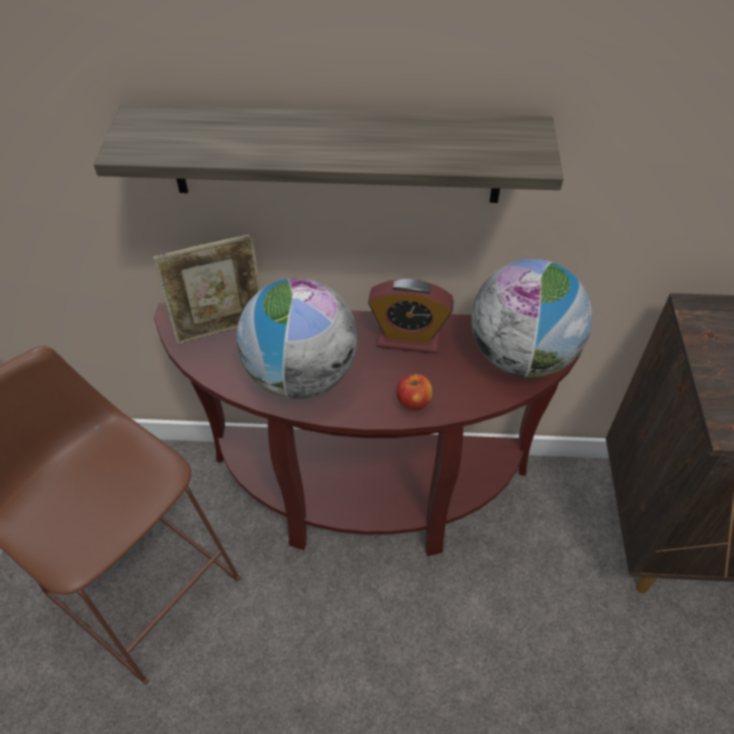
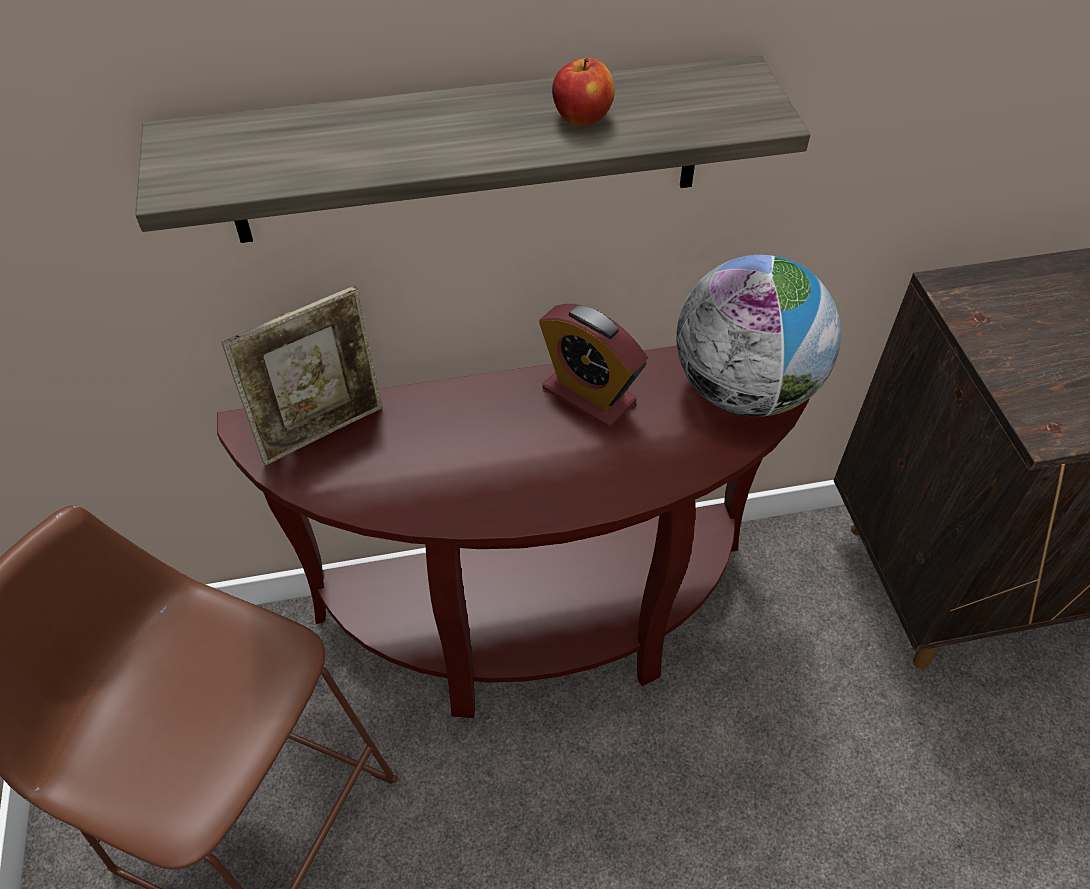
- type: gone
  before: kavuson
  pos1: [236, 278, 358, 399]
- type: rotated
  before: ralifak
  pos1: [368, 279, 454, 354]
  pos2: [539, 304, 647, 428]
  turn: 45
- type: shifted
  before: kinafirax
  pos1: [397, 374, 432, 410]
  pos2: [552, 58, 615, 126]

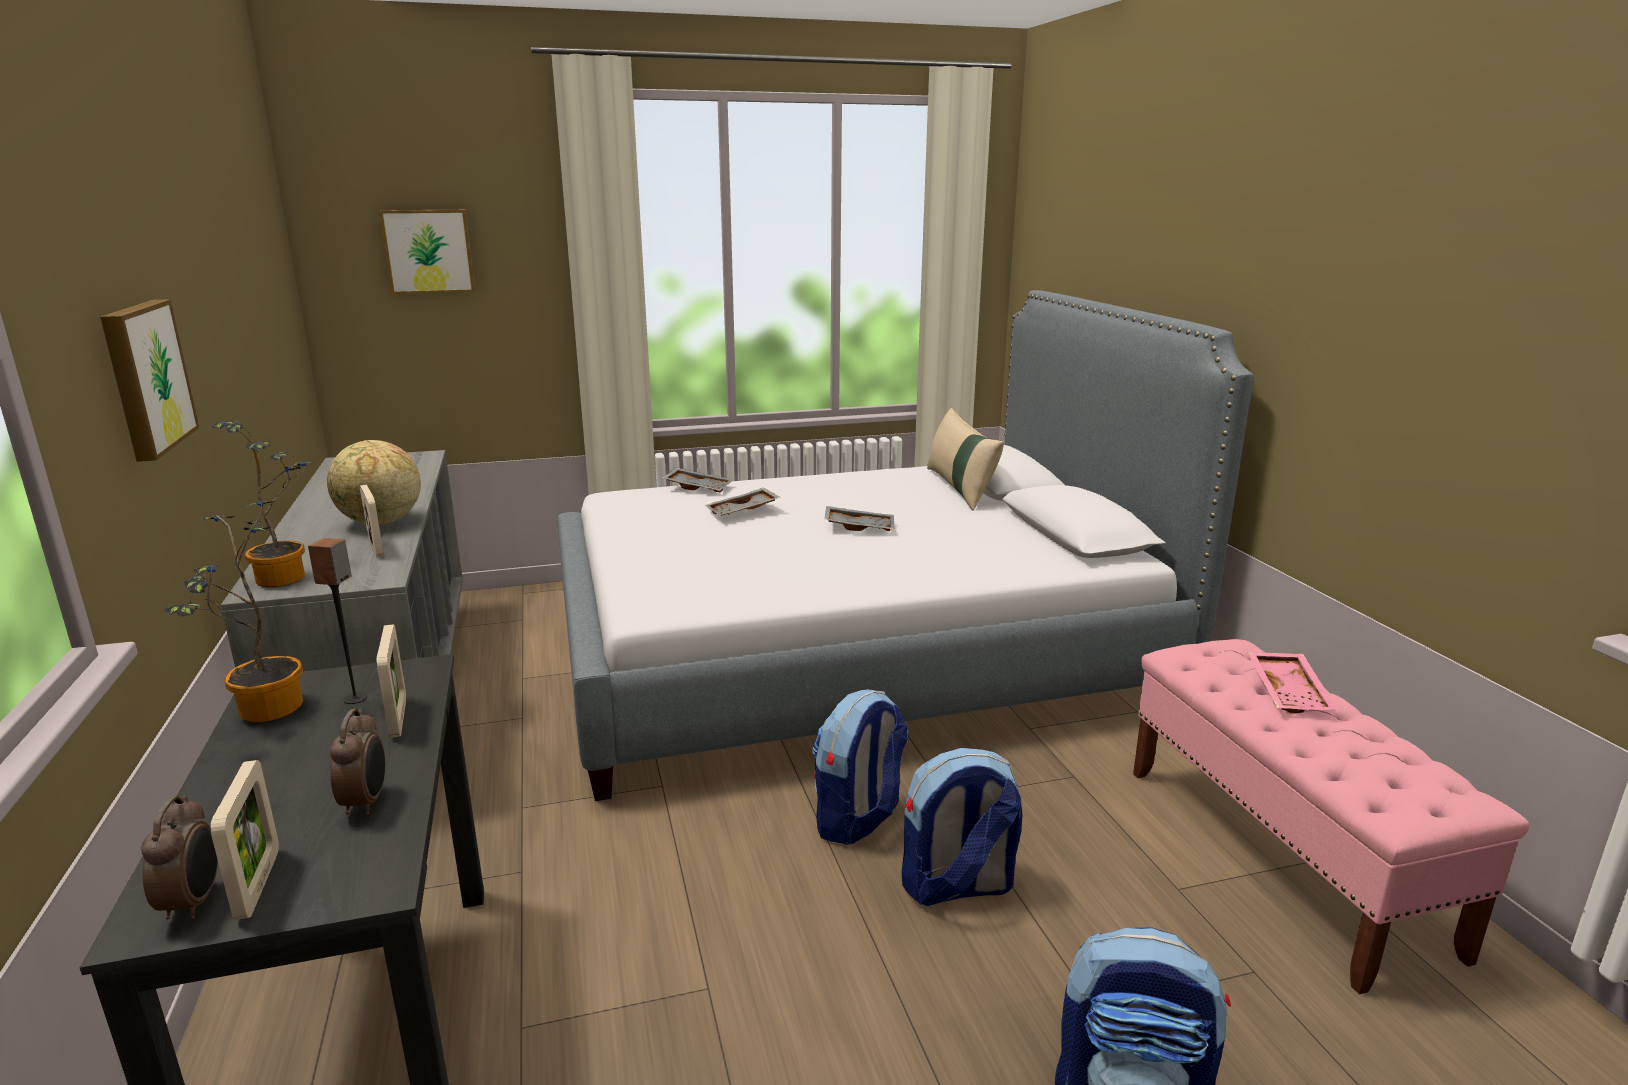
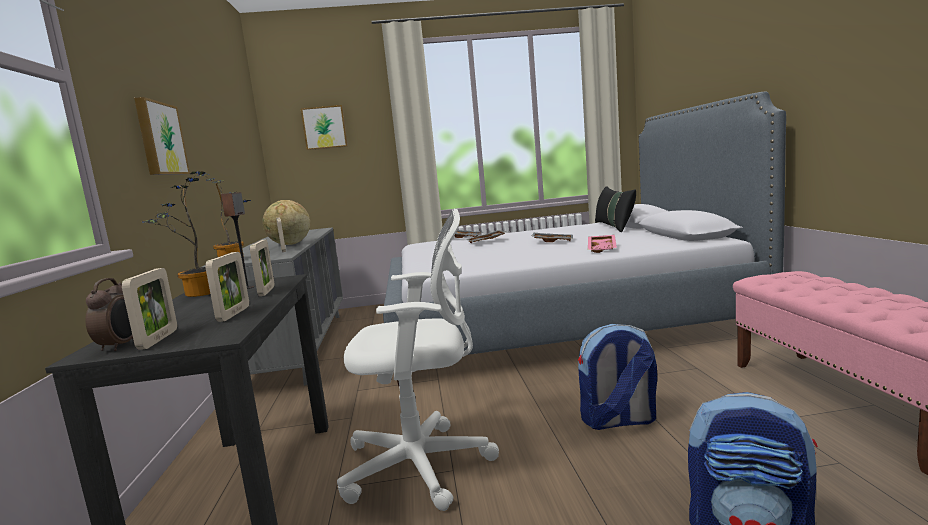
- type: repainted
  before: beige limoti
  after: black limoti
  pos1: [927, 408, 1004, 510]
  pos2: [595, 186, 636, 232]
- type: shifted
  before: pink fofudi
  pos1: [1248, 652, 1338, 713]
  pos2: [588, 235, 617, 253]
- type: gone
  before: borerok
  pos1: [812, 689, 908, 845]
- type: swapped
  before: ralifak
  after: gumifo
  pos1: [330, 709, 385, 815]
  pos2: [205, 252, 249, 322]
- type: new
  after: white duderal
  pos2: [337, 209, 499, 511]

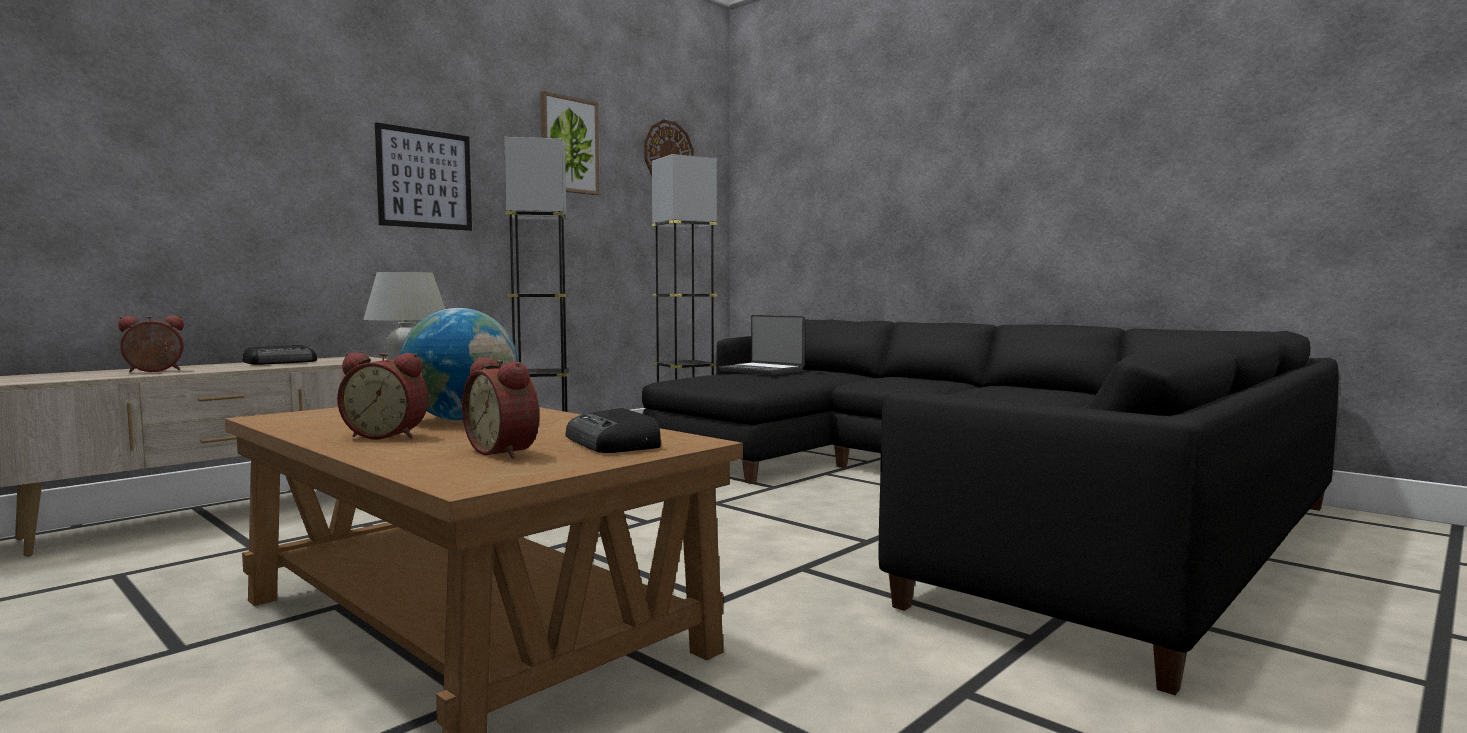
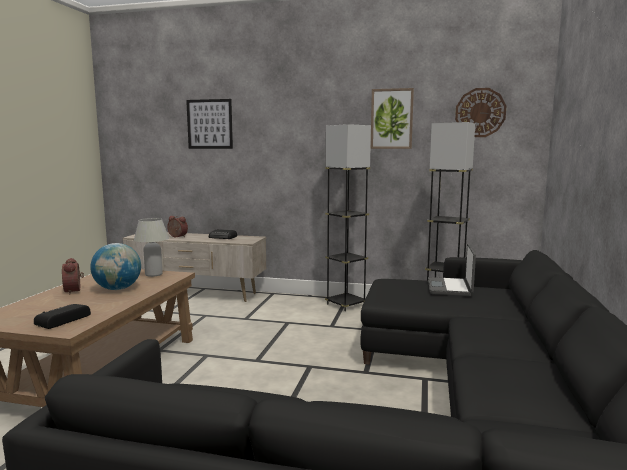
- type: shifted
  before: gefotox
  pos1: [375, 122, 472, 231]
  pos2: [186, 99, 233, 149]
- type: gone
  before: ralifak
  pos1: [462, 357, 539, 458]

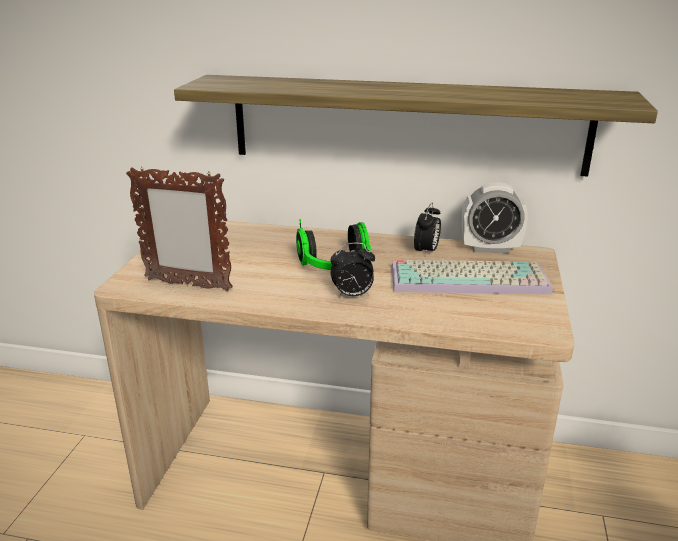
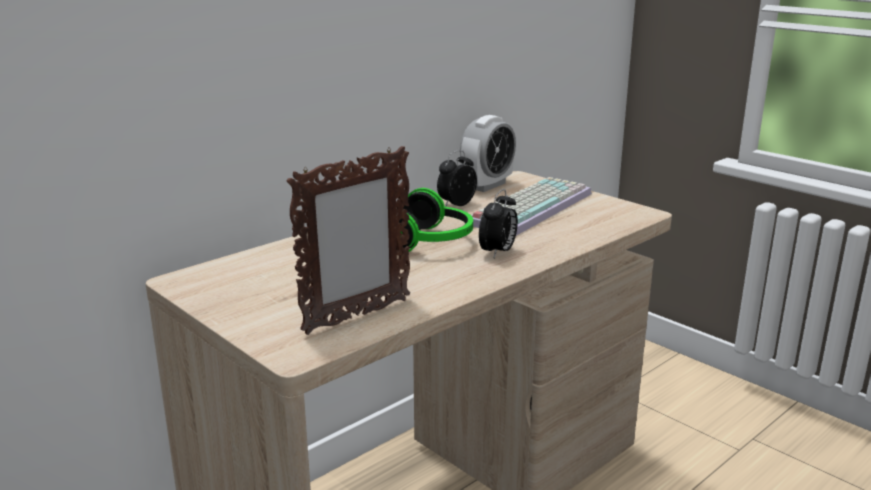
- type: gone
  before: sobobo
  pos1: [174, 75, 658, 177]
- type: rotated
  before: ralifak
  pos1: [414, 202, 441, 256]
  pos2: [437, 150, 477, 207]
  turn: -105

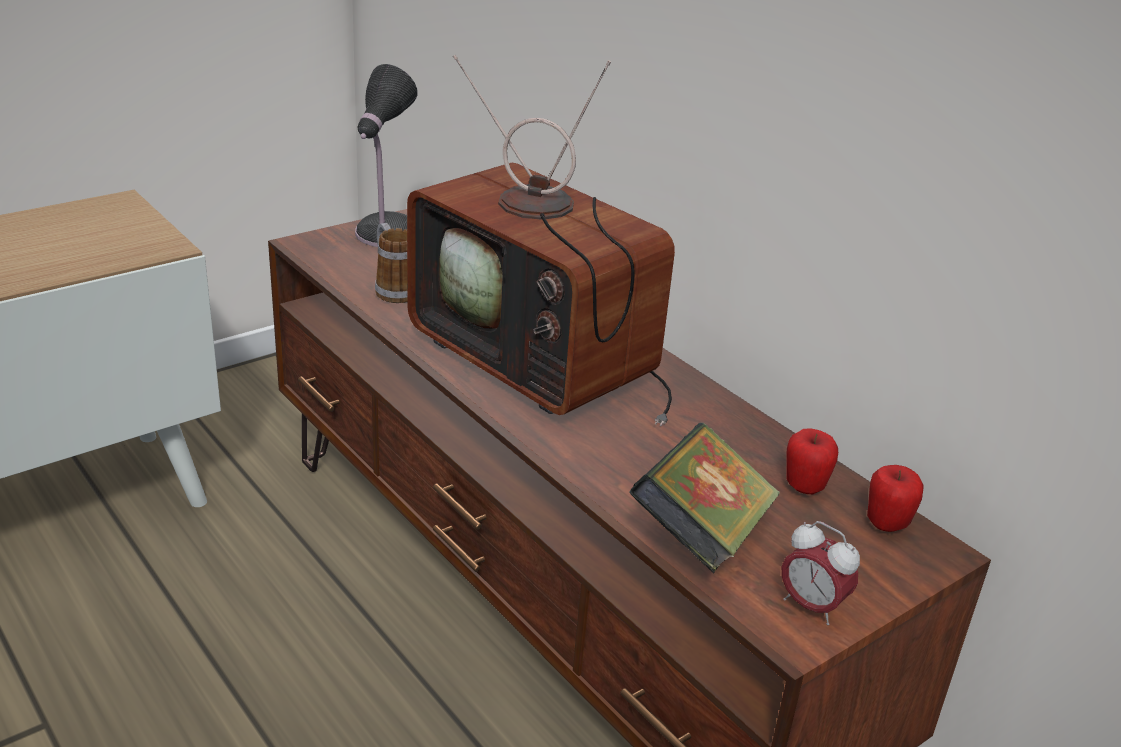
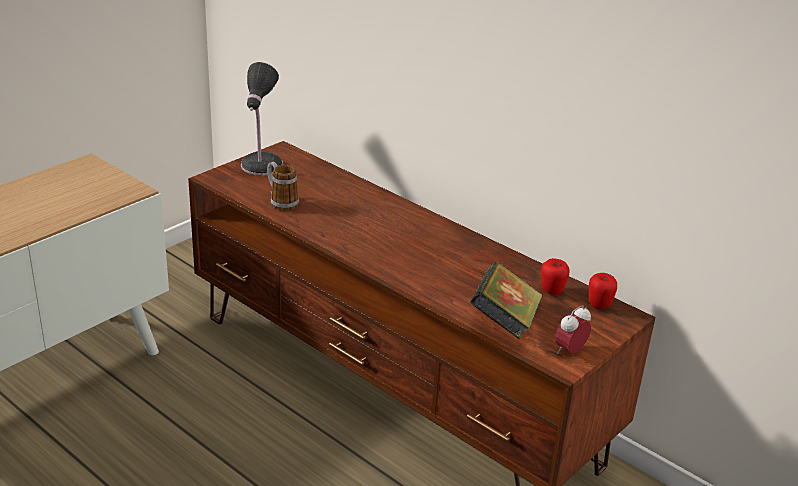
- type: gone
  before: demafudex
  pos1: [407, 55, 675, 426]
- type: rotated
  before: ralifak
  pos1: [782, 521, 860, 625]
  pos2: [555, 305, 591, 354]
  turn: 105

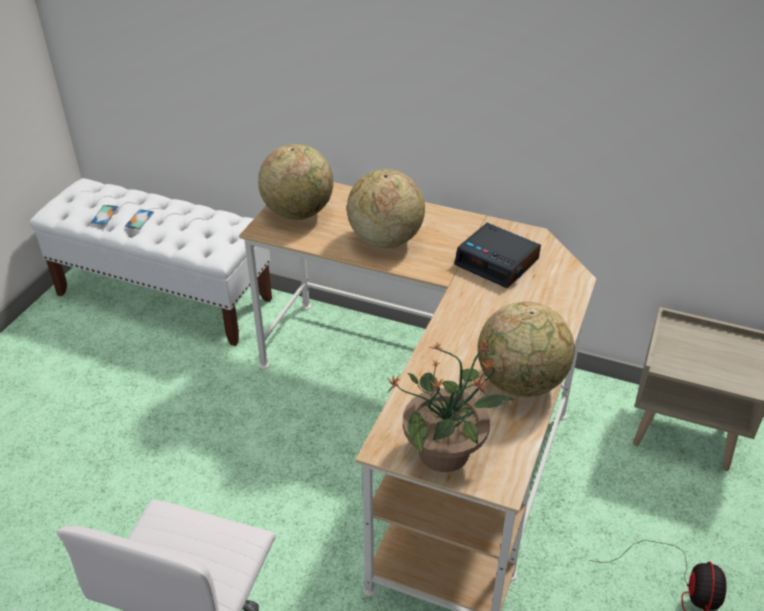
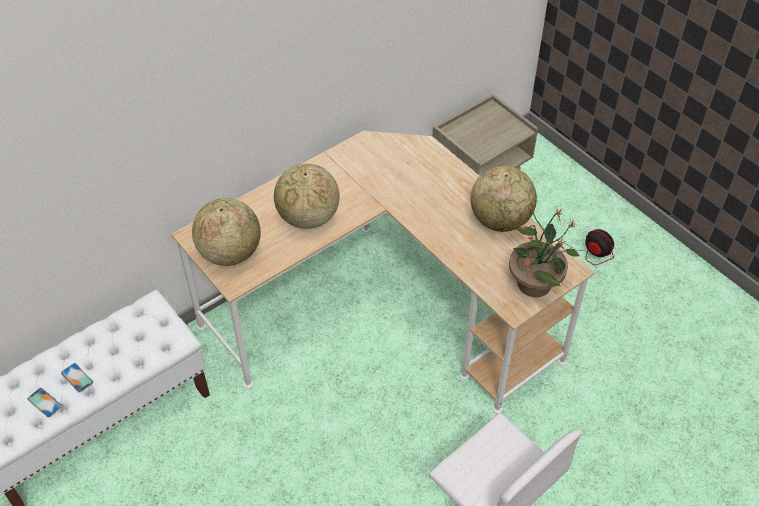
- type: gone
  before: ralifak
  pos1: [454, 223, 541, 288]

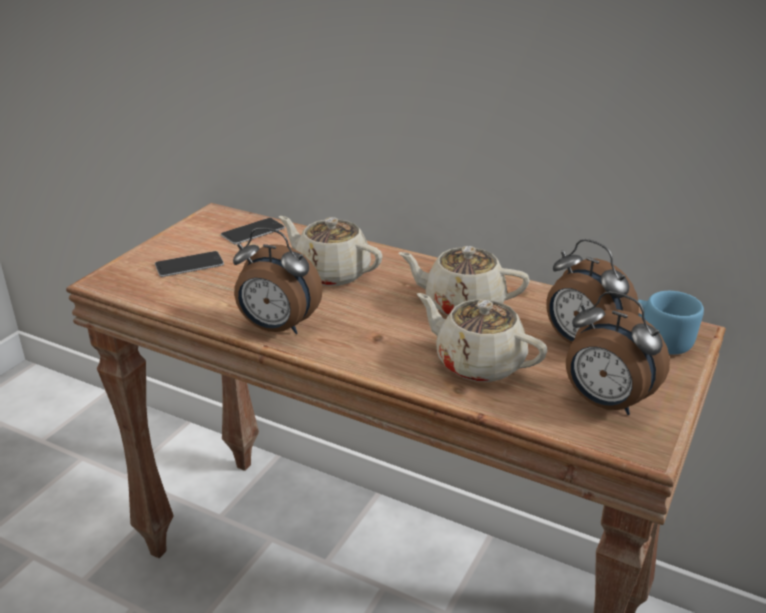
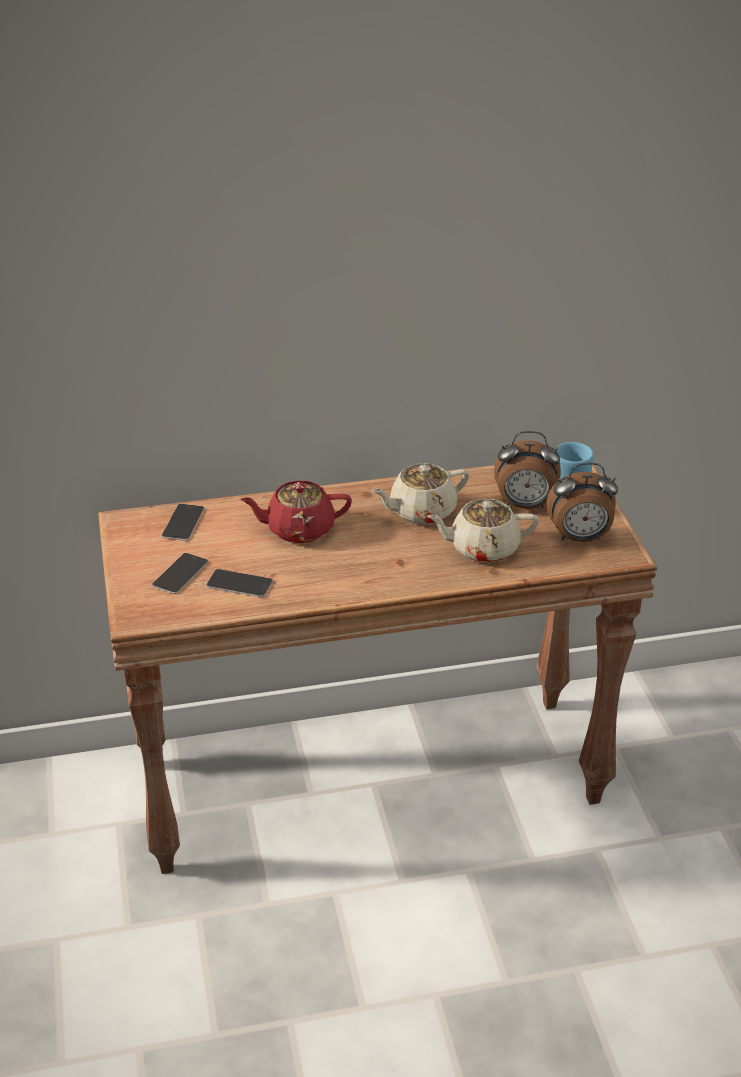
- type: repainted
  before: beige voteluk
  after: red voteluk
  pos1: [279, 216, 383, 286]
  pos2: [240, 481, 352, 543]
- type: gone
  before: ralifak
  pos1: [233, 227, 323, 334]
- type: new
  after: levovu
  pos2: [206, 569, 273, 597]

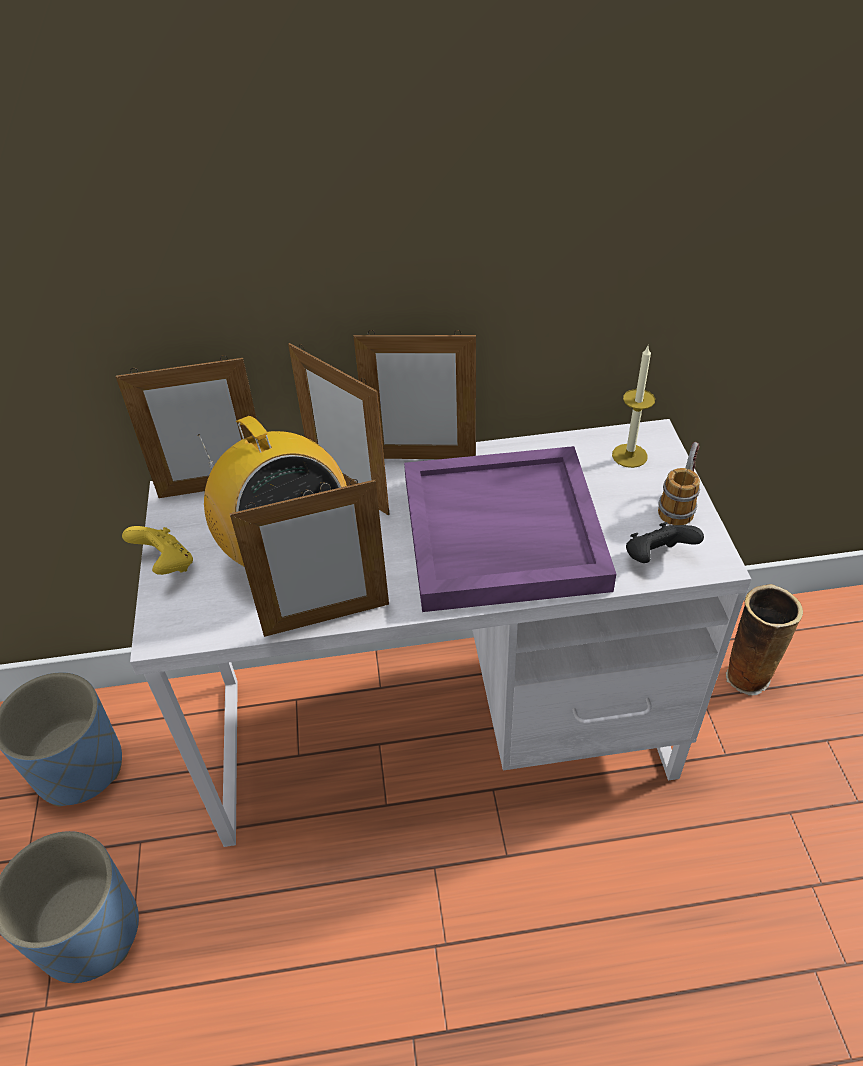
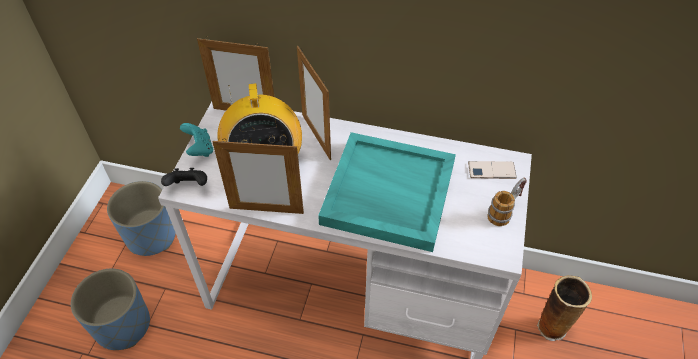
- type: gone
  before: gumifo
  pos1: [353, 330, 476, 459]
- type: swapped
  before: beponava
  after: levovu
  pos1: [612, 346, 655, 468]
  pos2: [468, 161, 517, 179]
- type: repainted
  before: purple fofudi
  after: turquoise fofudi
  pos1: [404, 446, 616, 612]
  pos2: [318, 132, 456, 252]
- type: shifted
  before: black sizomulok
  pos1: [626, 522, 704, 563]
  pos2: [161, 168, 207, 186]
- type: repainted
  before: yellow sizomulok
  after: turquoise sizomulok
  pos1: [122, 526, 193, 575]
  pos2: [180, 123, 213, 157]

